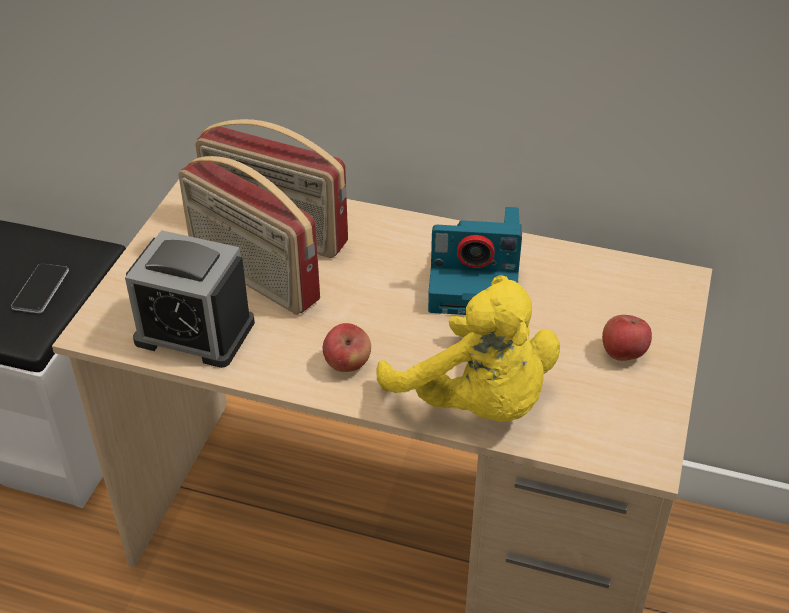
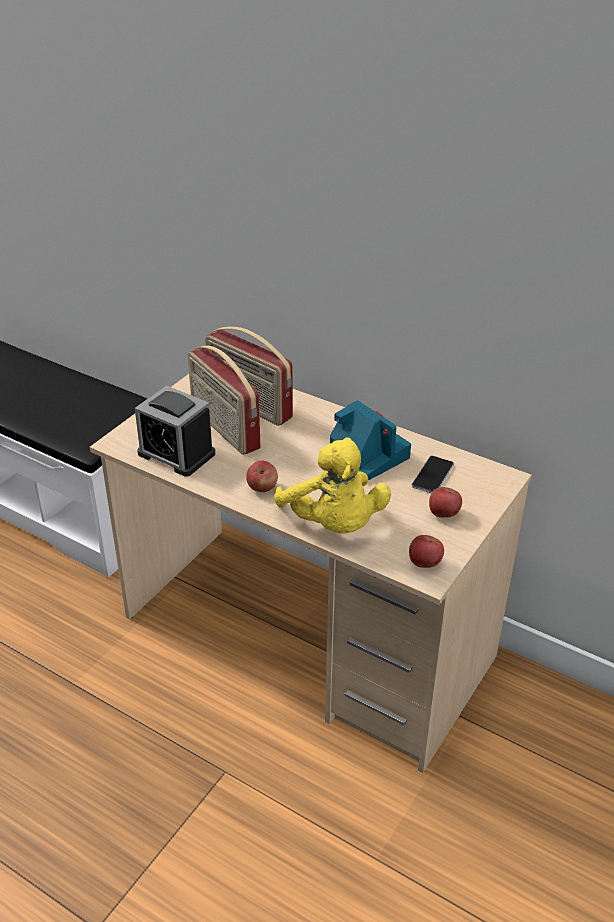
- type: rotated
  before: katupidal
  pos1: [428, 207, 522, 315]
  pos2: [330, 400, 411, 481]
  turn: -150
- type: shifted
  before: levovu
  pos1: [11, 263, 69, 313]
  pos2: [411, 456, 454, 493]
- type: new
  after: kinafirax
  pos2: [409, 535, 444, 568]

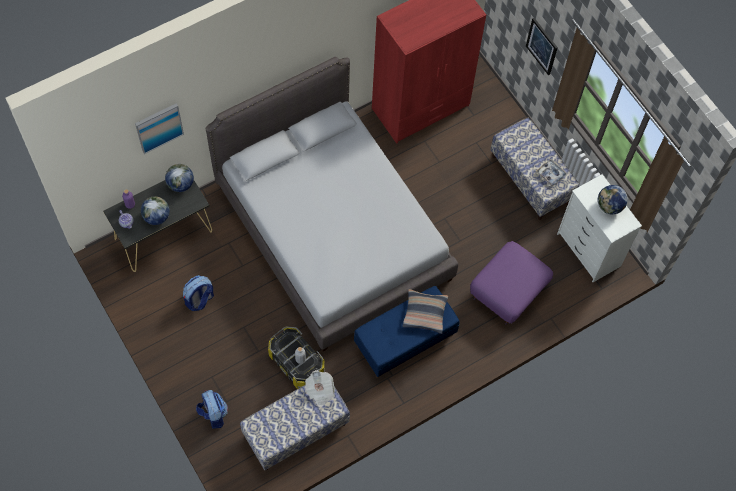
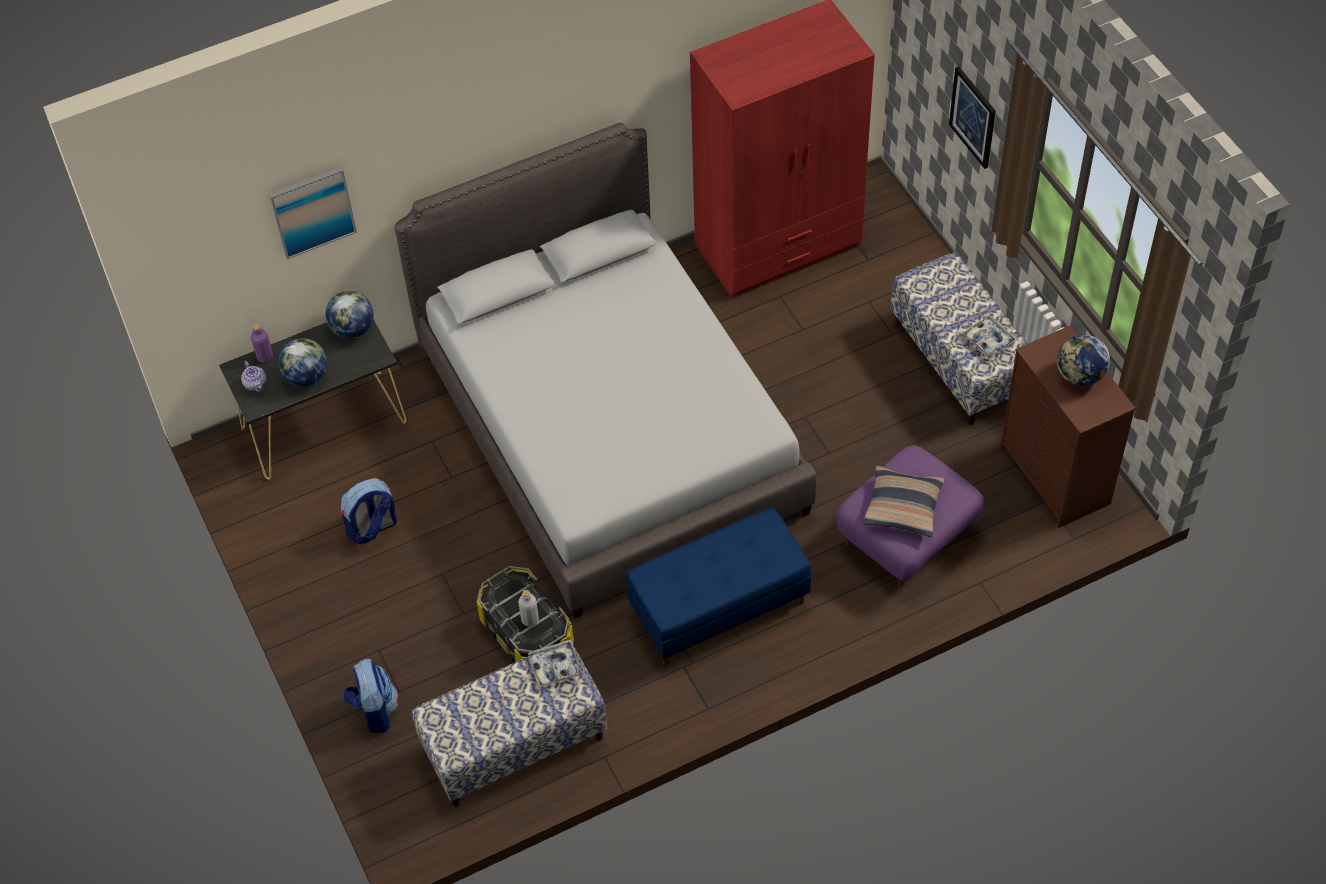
- type: repainted
  before: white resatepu
  after: brown resatepu
  pos1: [557, 174, 642, 282]
  pos2: [1000, 326, 1136, 528]
- type: shifted
  before: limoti
  pos1: [402, 289, 448, 334]
  pos2: [863, 466, 945, 538]
- type: swapped
  before: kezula
  after: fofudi
  pos1: [305, 370, 335, 407]
  pos2: [528, 640, 583, 688]

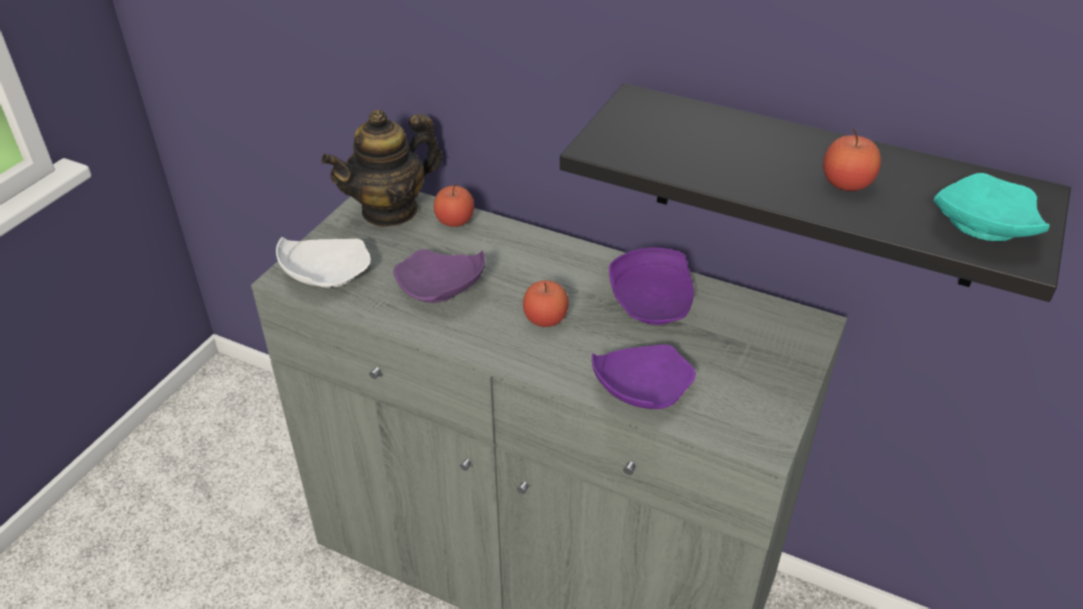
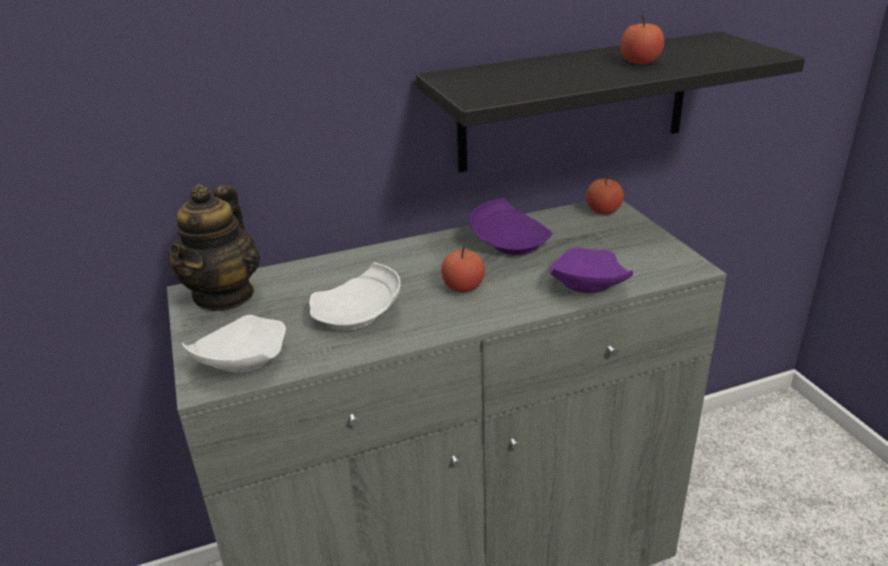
- type: gone
  before: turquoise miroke
  pos1: [934, 173, 1050, 241]
- type: shifted
  before: kinafirax
  pos1: [434, 183, 474, 227]
  pos2: [586, 172, 624, 215]
- type: repainted
  before: purple miroke
  after: white miroke
  pos1: [393, 249, 485, 303]
  pos2: [309, 262, 401, 330]

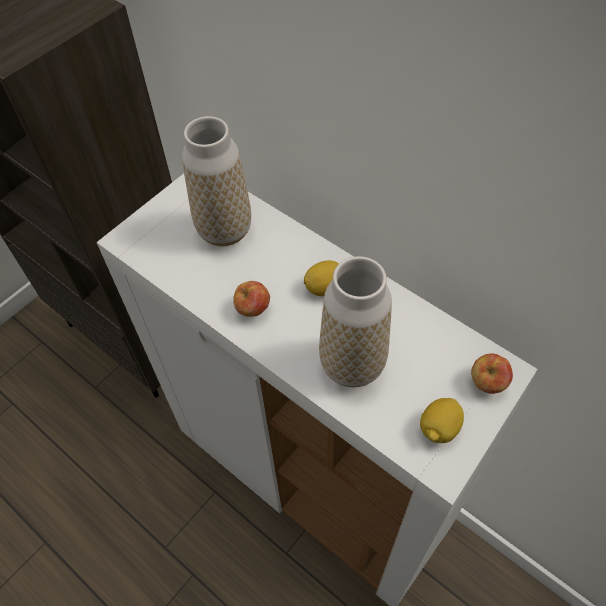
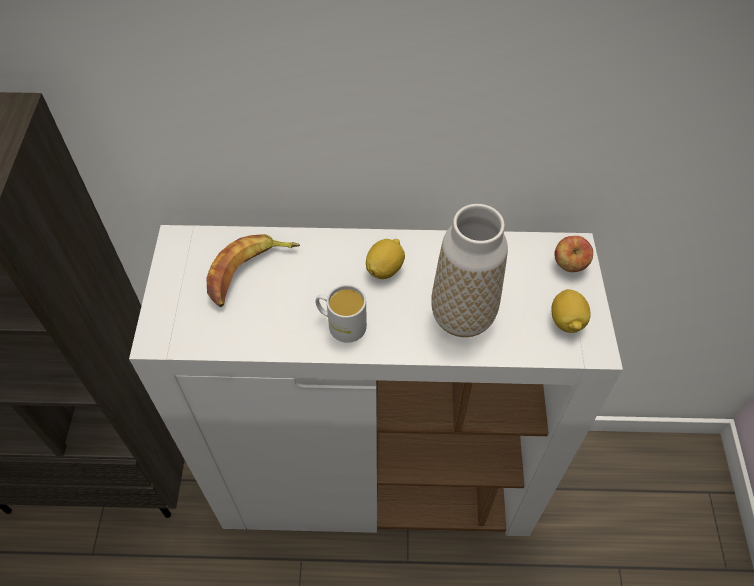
- type: swapped
  before: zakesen
  after: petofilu
  pos1: [182, 116, 251, 246]
  pos2: [206, 234, 300, 307]
- type: swapped
  before: kinafirax
  after: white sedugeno
  pos1: [233, 281, 270, 316]
  pos2: [316, 285, 367, 343]

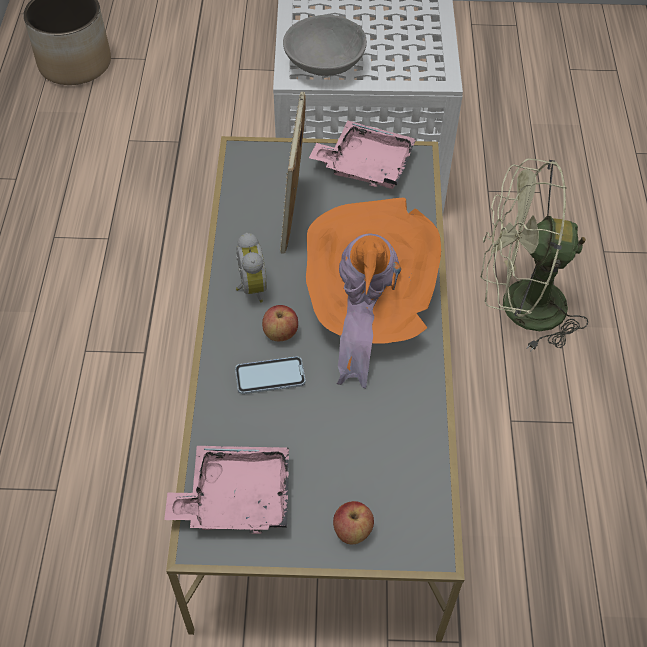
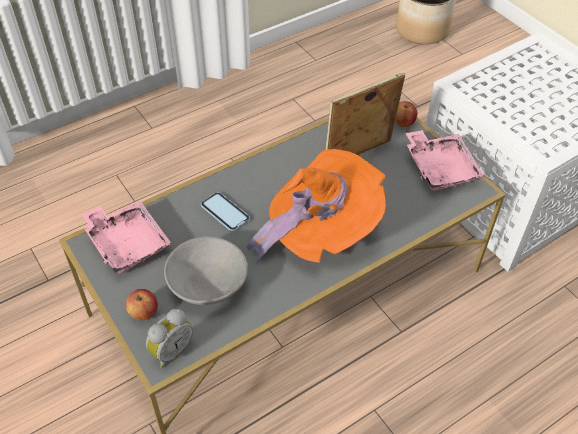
- type: shifted
  before: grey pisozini
  pos1: [283, 15, 367, 76]
  pos2: [164, 236, 248, 305]
- type: gone
  before: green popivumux
  pos1: [480, 158, 588, 352]
- type: shifted
  before: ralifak
  pos1: [236, 233, 267, 303]
  pos2: [146, 309, 193, 368]
- type: shifted
  before: kinafirax
  pos1: [262, 305, 298, 341]
  pos2: [395, 101, 417, 127]

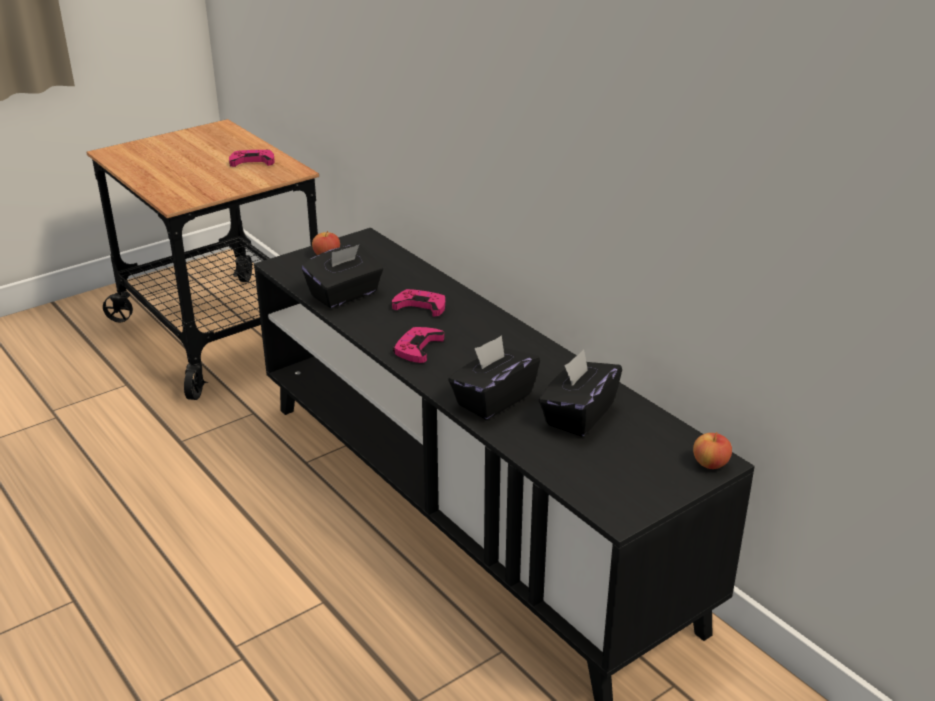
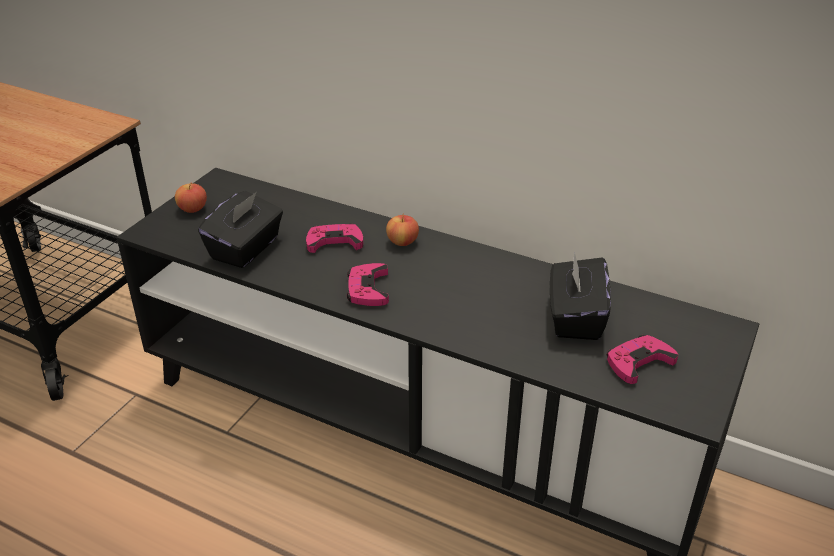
- type: shifted
  before: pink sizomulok
  pos1: [229, 149, 275, 167]
  pos2: [606, 335, 678, 384]
- type: gone
  before: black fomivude
  pos1: [448, 335, 540, 420]
- type: shifted
  before: kinafirax
  pos1: [693, 432, 732, 469]
  pos2: [386, 214, 419, 246]

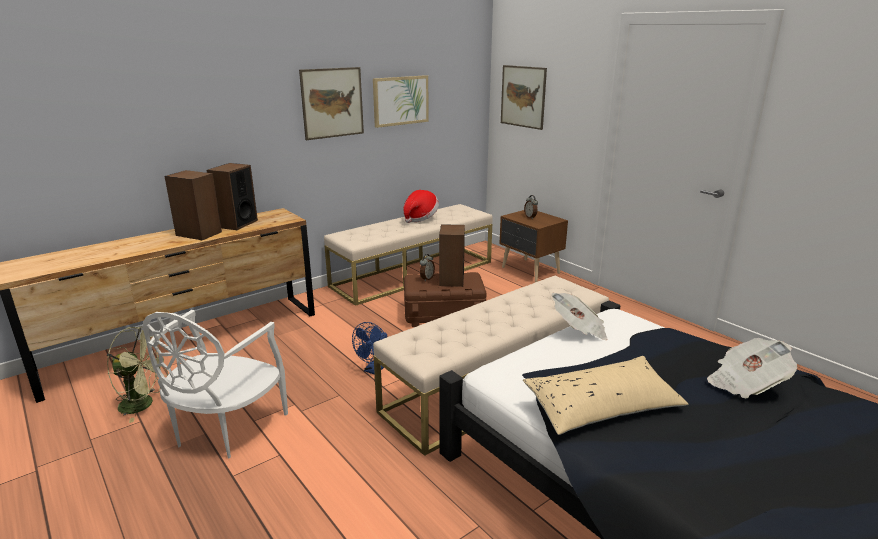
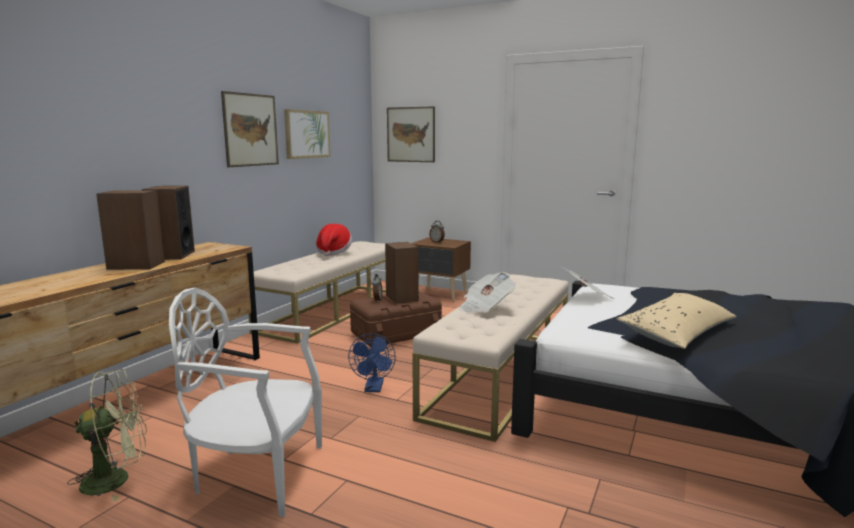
- type: rotated
  before: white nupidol
  pos1: [143, 310, 288, 459]
  pos2: [169, 288, 322, 517]
  turn: 105
- type: shifted
  before: kezula
  pos1: [707, 338, 797, 399]
  pos2: [459, 272, 516, 313]

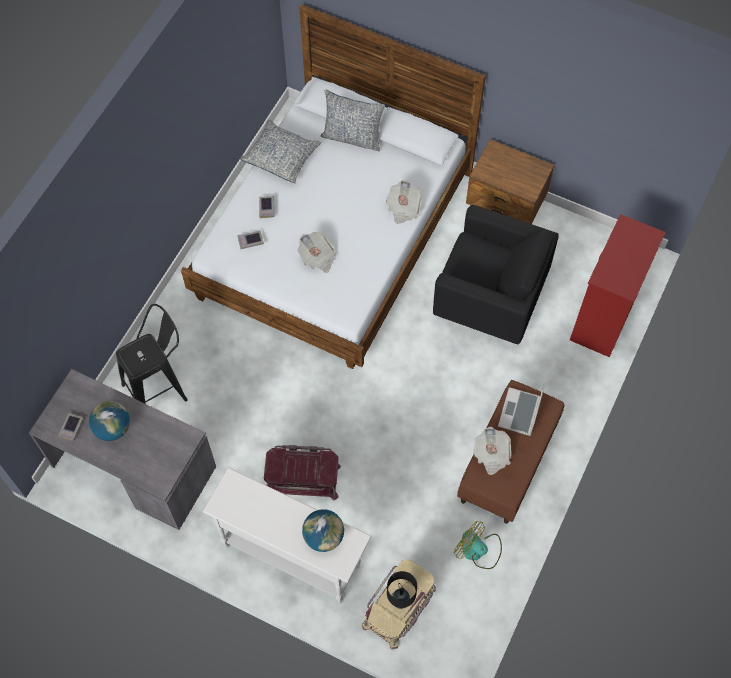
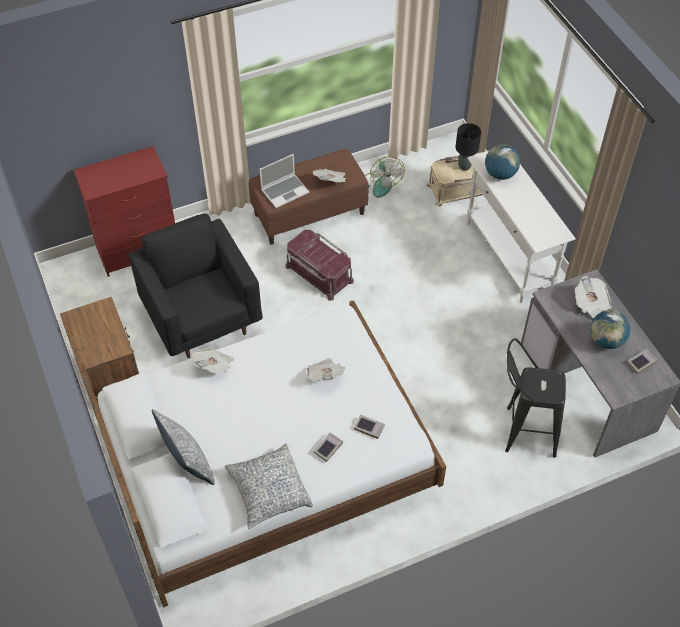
- type: shifted
  before: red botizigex
  pos1: [264, 445, 341, 500]
  pos2: [285, 230, 354, 300]
- type: new
  after: kezula
  pos2: [575, 276, 612, 319]

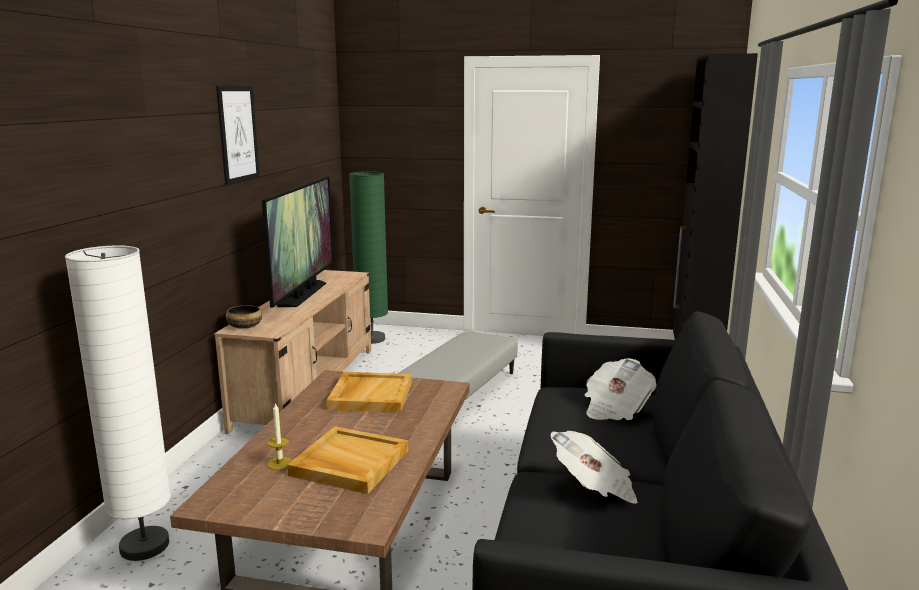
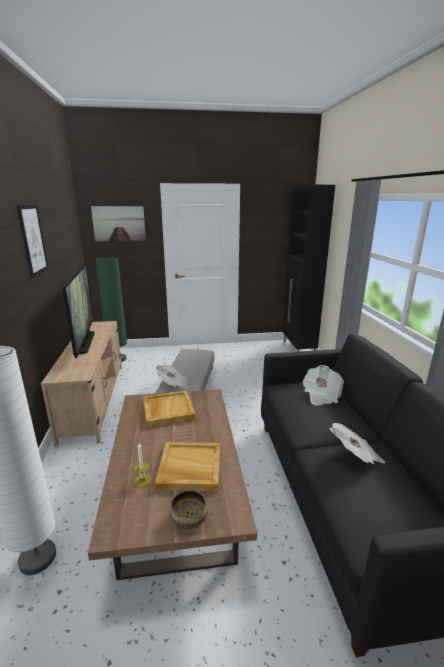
- type: shifted
  before: pisozini
  pos1: [226, 305, 262, 329]
  pos2: [169, 490, 208, 529]
- type: new
  after: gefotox
  pos2: [91, 206, 146, 241]
- type: new
  after: kezula
  pos2: [156, 365, 188, 388]

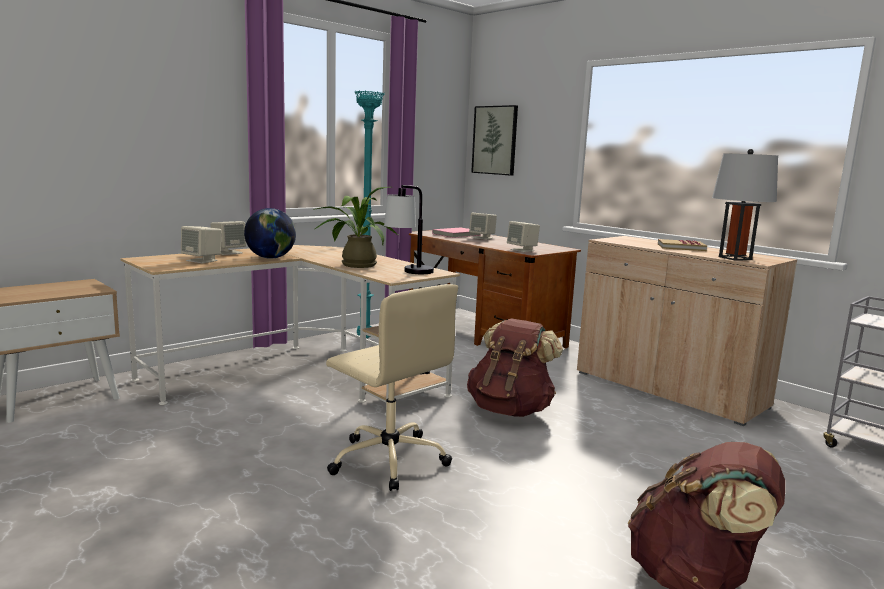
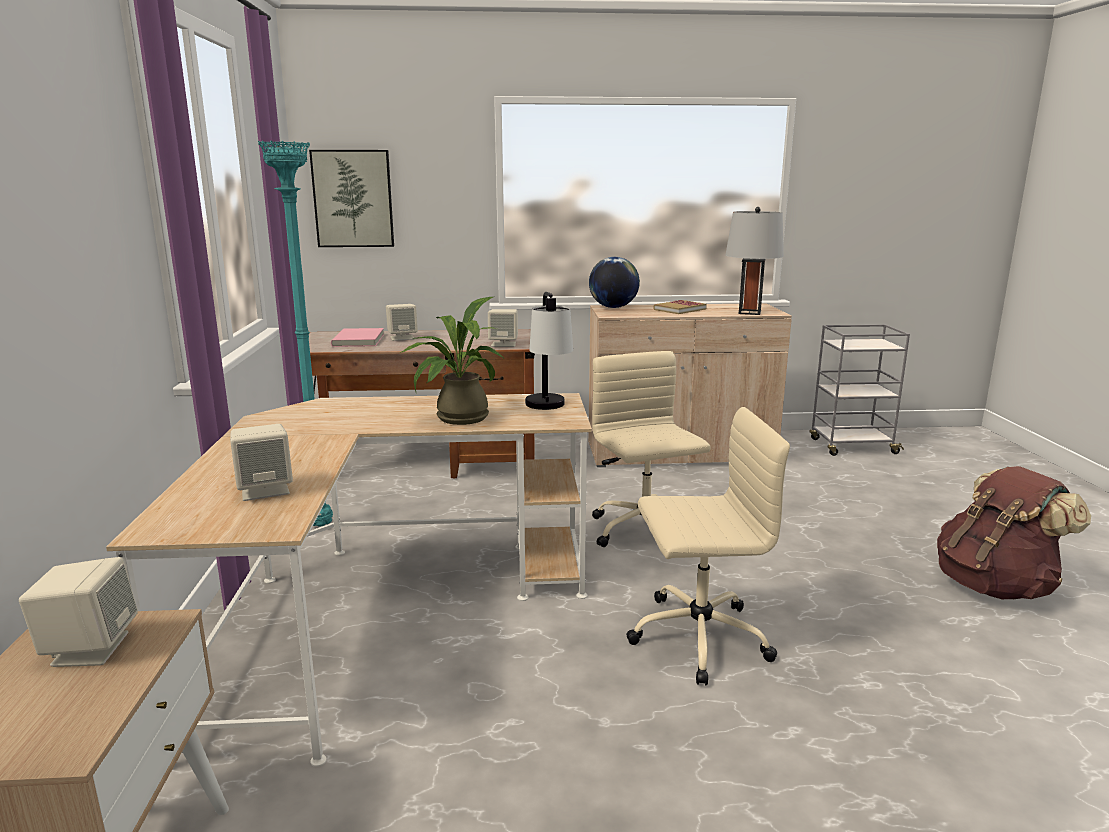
- type: shifted
  before: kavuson
  pos1: [244, 208, 296, 259]
  pos2: [589, 257, 640, 308]
- type: shifted
  before: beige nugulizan
  pos1: [210, 221, 246, 255]
  pos2: [19, 557, 138, 667]
- type: swapped
  before: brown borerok
  after: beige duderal
  pos1: [467, 318, 563, 417]
  pos2: [592, 351, 711, 547]

